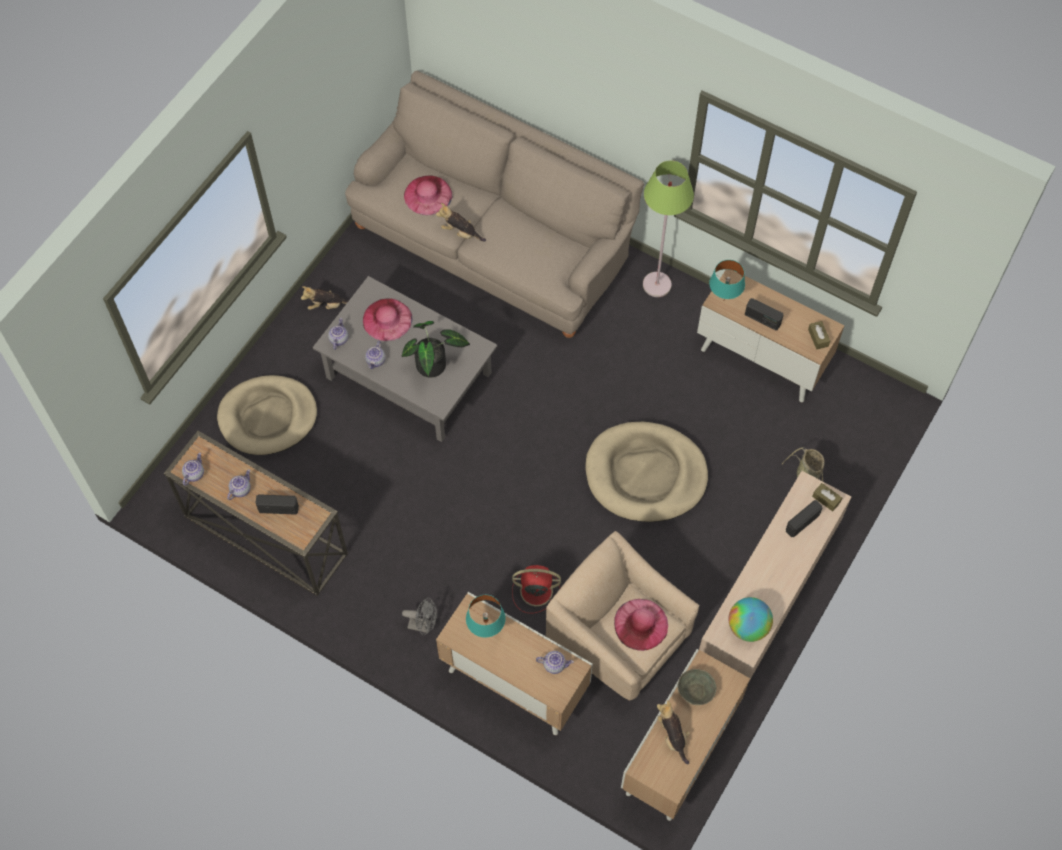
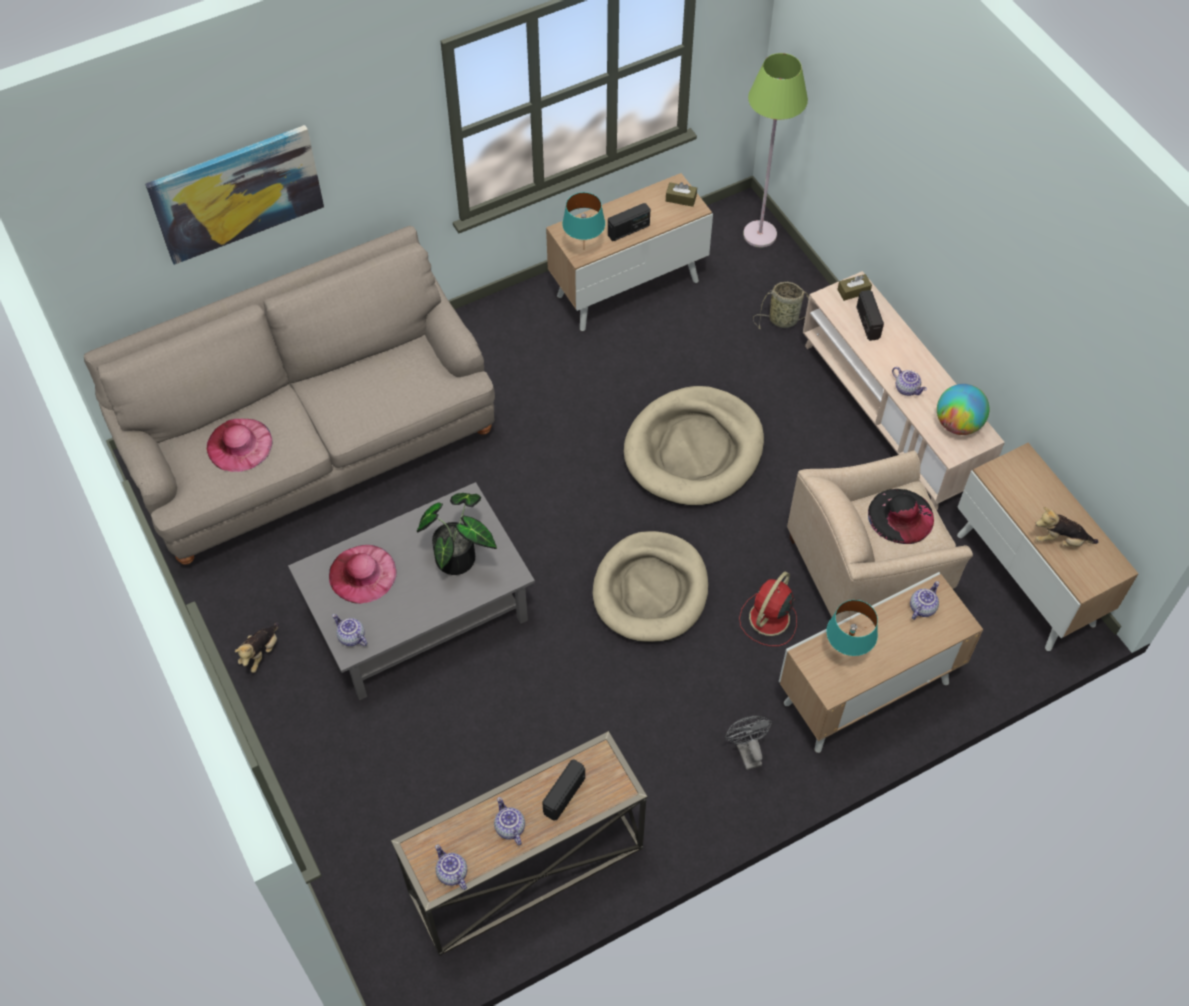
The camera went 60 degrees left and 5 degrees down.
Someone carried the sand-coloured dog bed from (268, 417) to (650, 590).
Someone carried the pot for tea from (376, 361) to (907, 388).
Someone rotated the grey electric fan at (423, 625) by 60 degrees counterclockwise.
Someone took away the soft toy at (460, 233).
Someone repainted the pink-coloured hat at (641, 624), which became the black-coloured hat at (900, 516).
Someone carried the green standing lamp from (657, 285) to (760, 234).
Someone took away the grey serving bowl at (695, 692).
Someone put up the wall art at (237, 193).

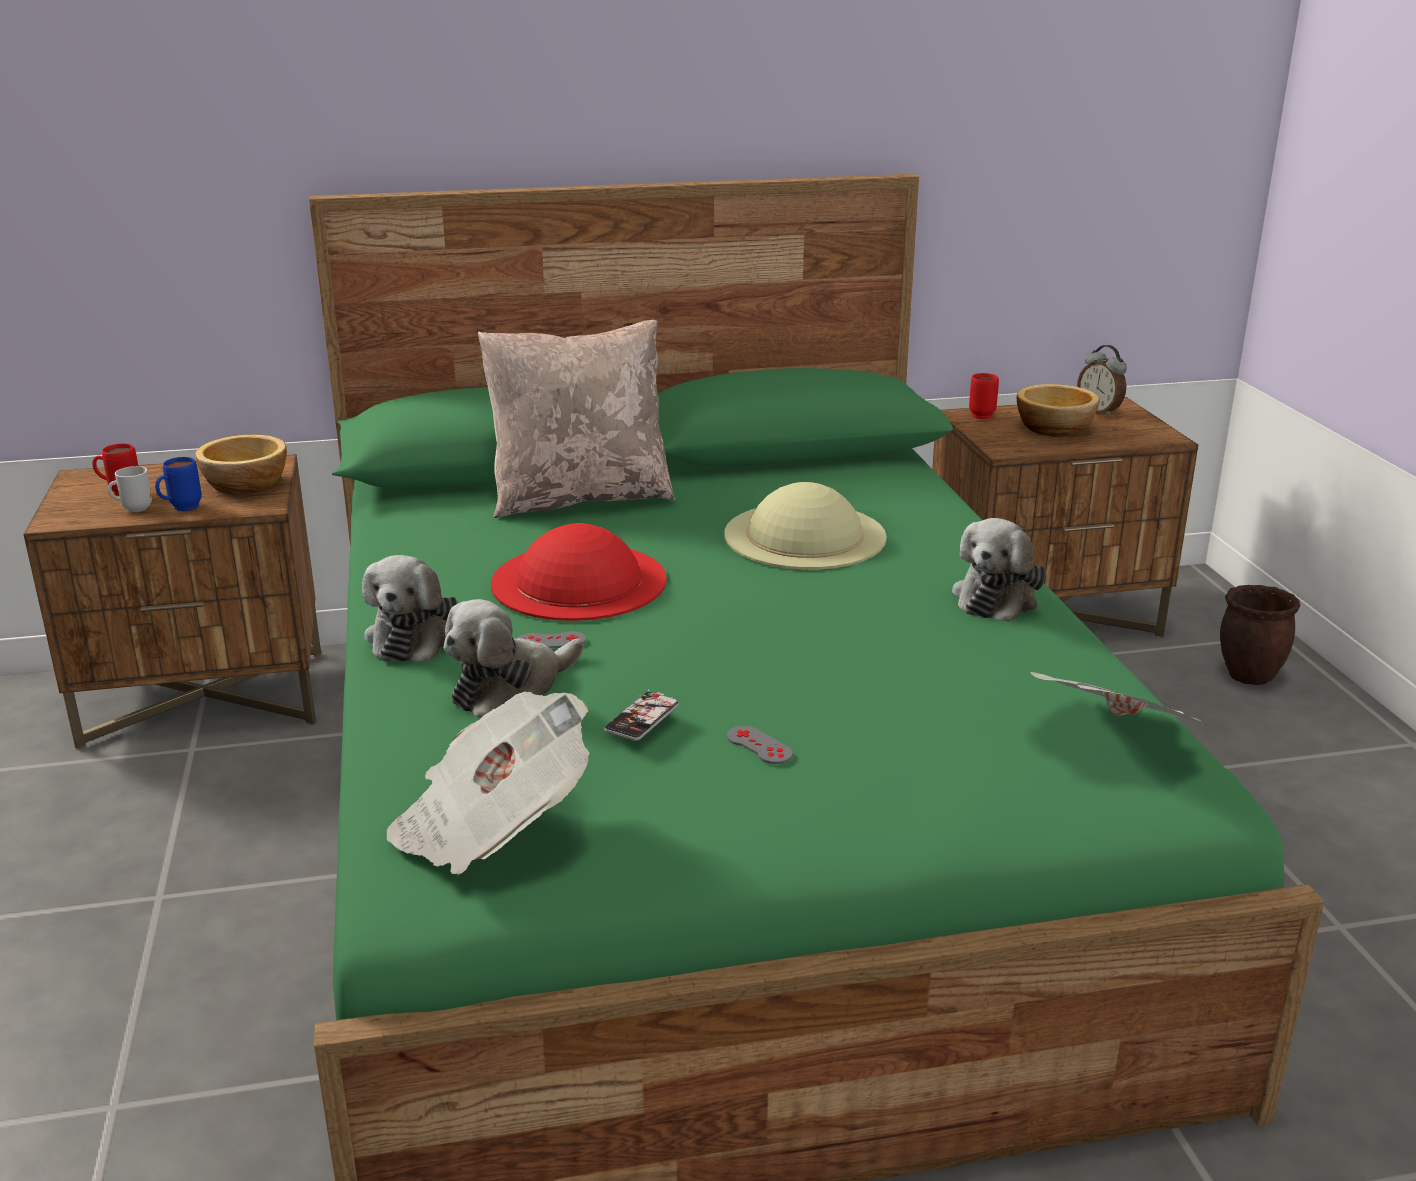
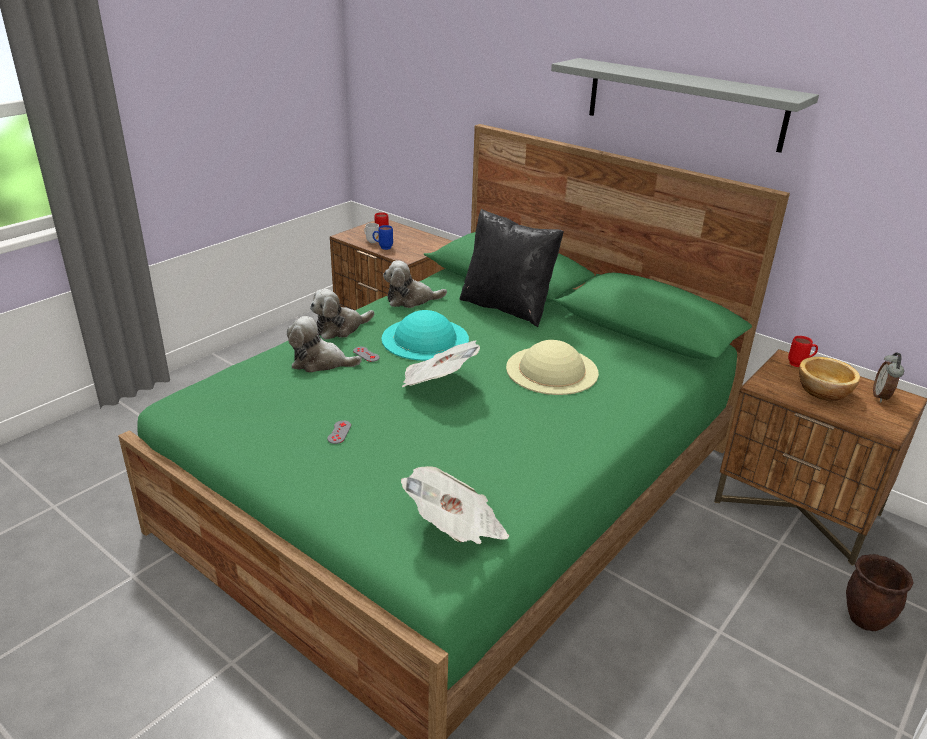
The camera went 50 degrees right and 5 degrees up.
Someone took away the serving bowl at (247, 485).
Someone carried the printed paper from (491, 825) to (438, 382).
Someone repainted the sand-coloured pillow at (580, 497), which became the black-coloured pillow at (507, 307).
Someone repainted the red-coloured hat at (578, 581), which became the turquoise hat at (425, 338).
Someone took away the telephone at (642, 718).
Someone carried the soft toy from (997, 597) to (411, 300).
Someone put up the grey shelf at (683, 103).

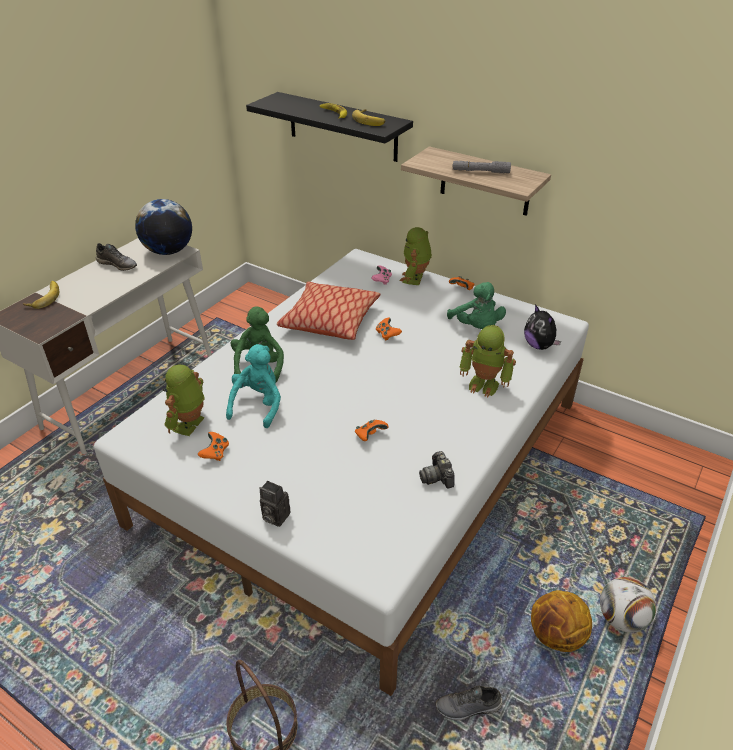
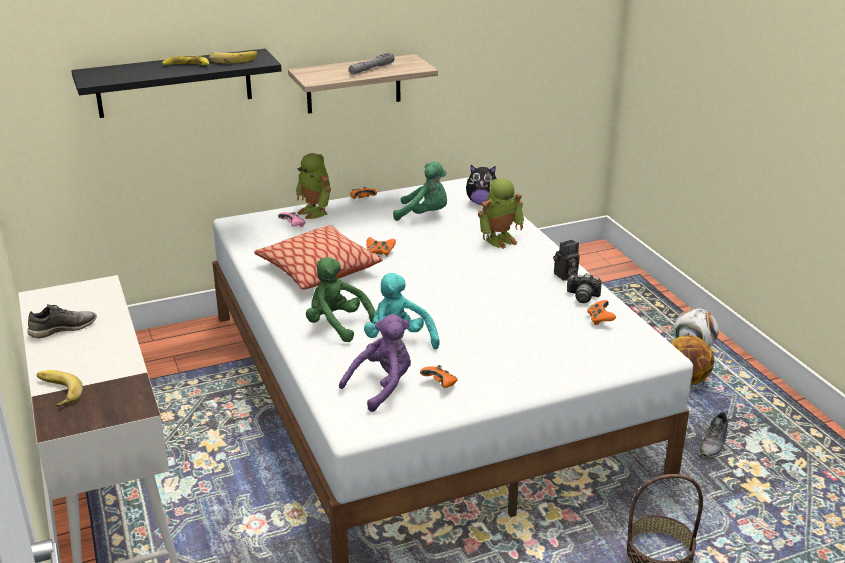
The camera went 55 degrees left and 10 degrees down.
Someone took away the world globe at (168, 251).
Someone swapped the robot figure at (190, 425) for the purple soft toy at (382, 387).
Someone carried the photo camera from (274, 517) to (565, 276).
Someone carried the orangey game controller from (370, 435) to (600, 319).

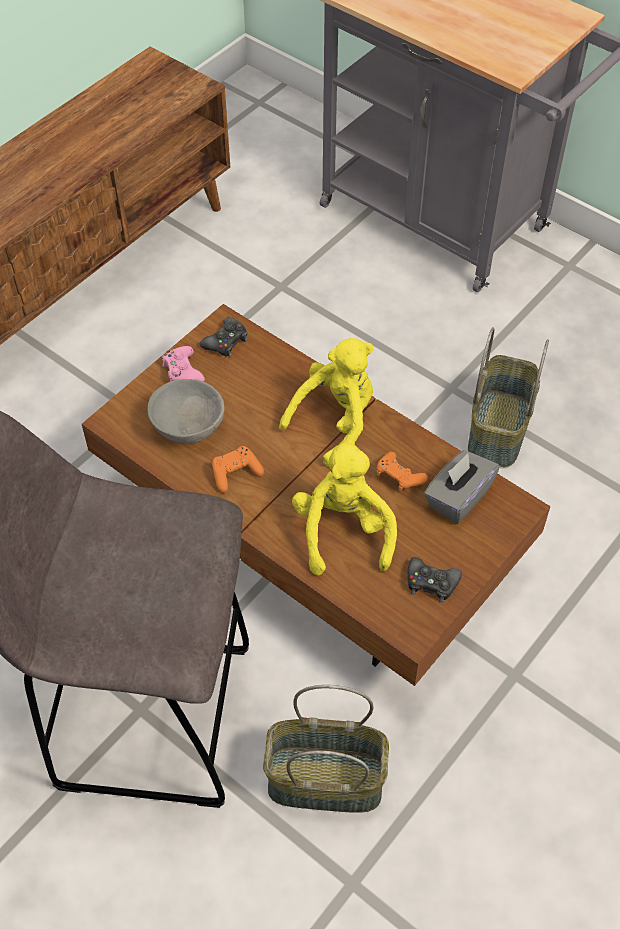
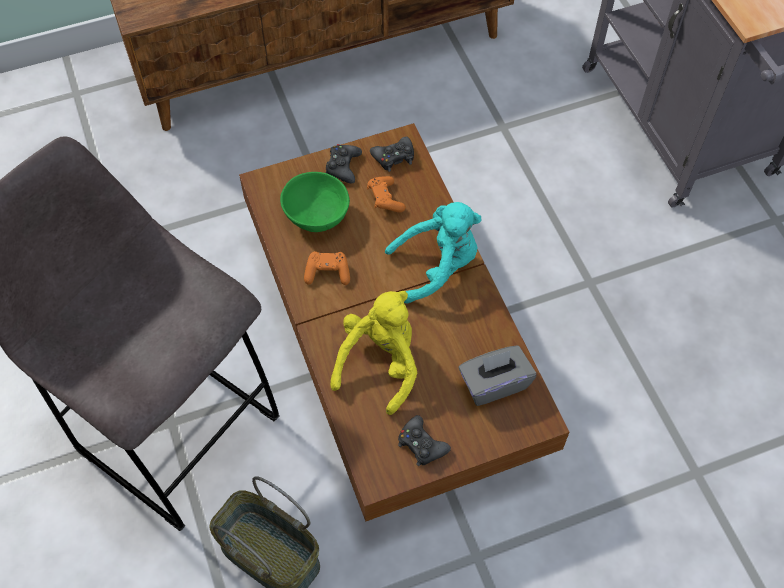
The camera went 30 degrees right and 5 degrees up.
Someone repainted the grey serving bowl at (188, 427), which became the green serving bowl at (317, 215).
Someone repainted the pink-coloured game controller at (182, 371), which became the black-coloured game controller at (343, 167).
Someone repainted the yellowish soft toy at (335, 420), which became the turquoise soft toy at (437, 266).
Someone carried the orangey game controller from (398, 478) to (385, 199).
Someone took away the household basket at (499, 430).

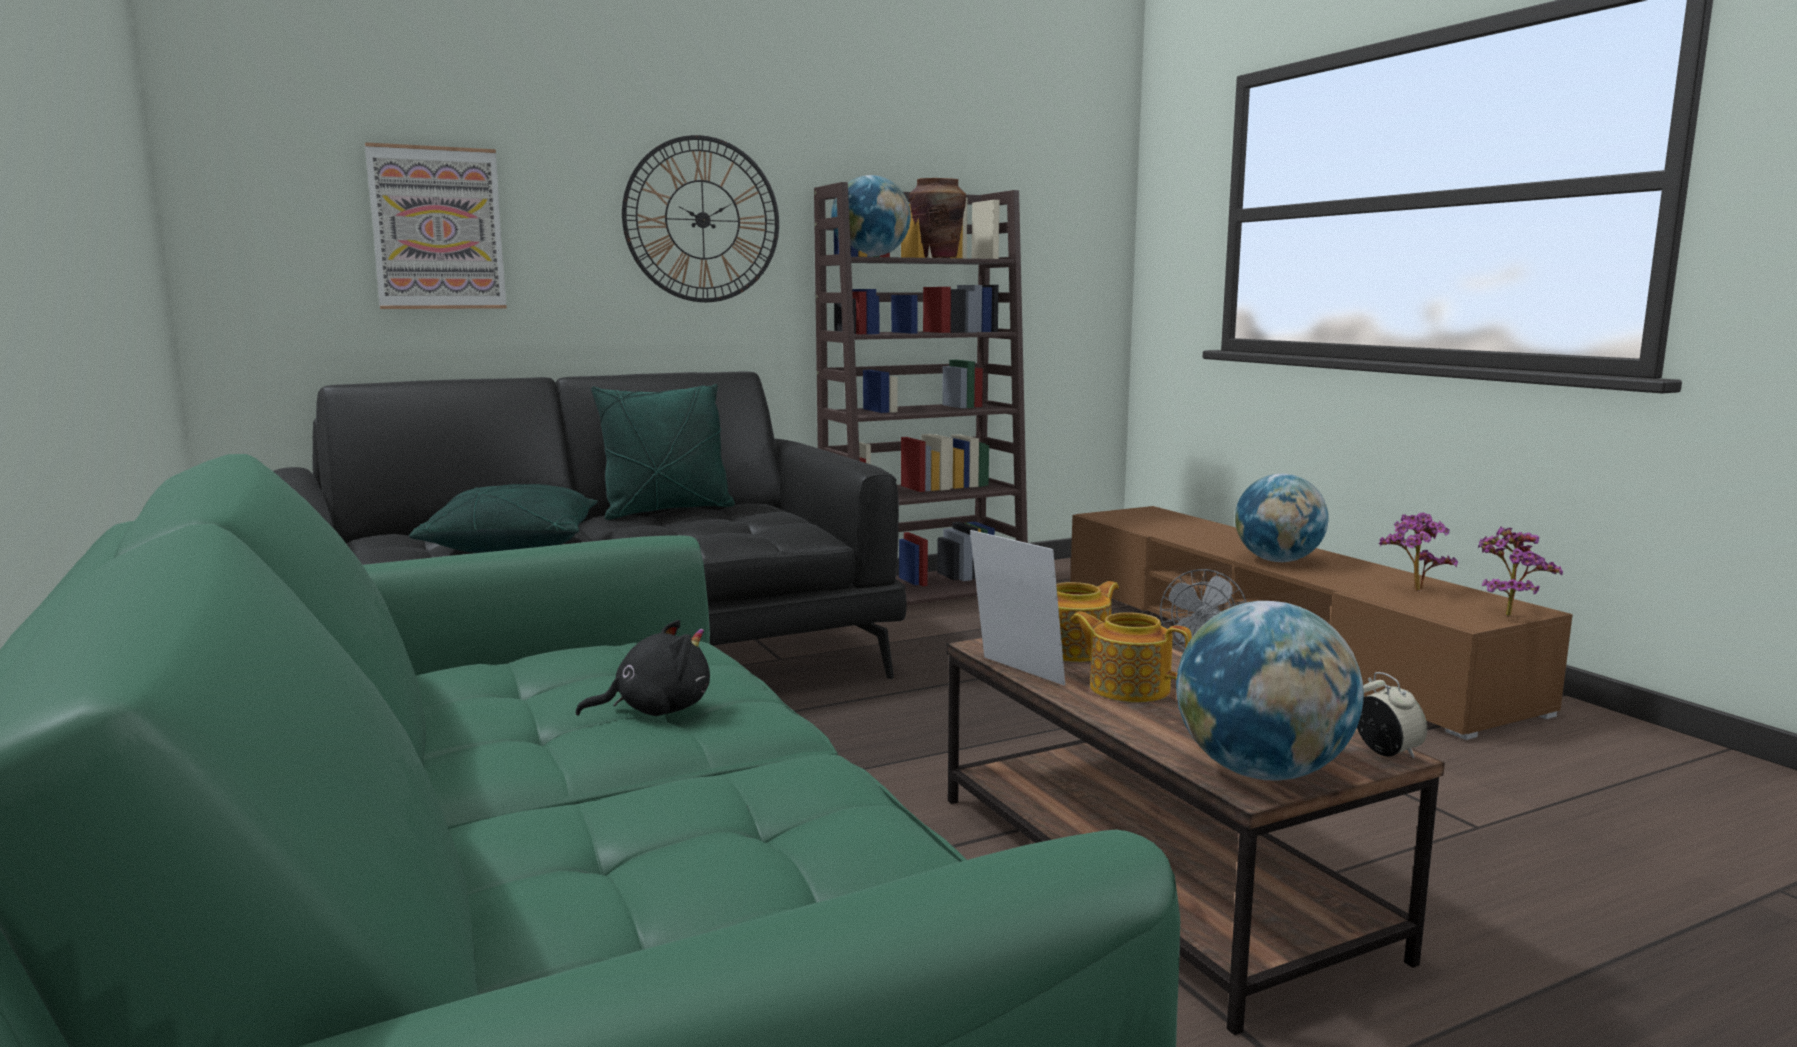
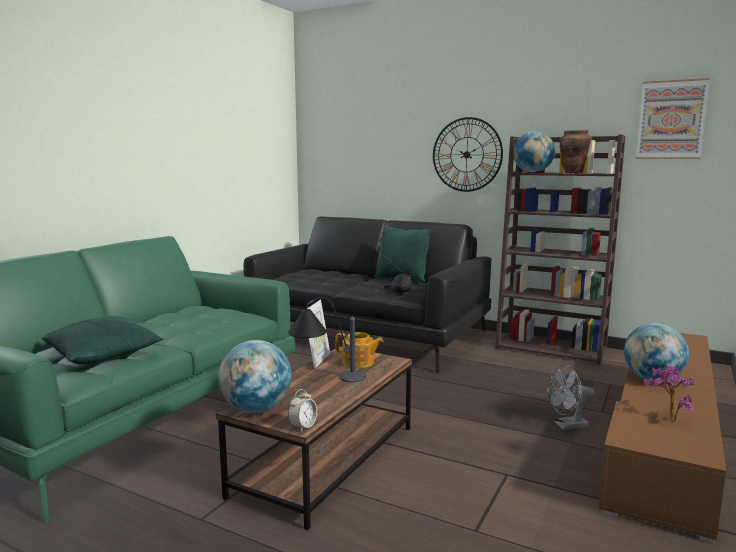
The camera went 55 degrees right and 0 degrees up.
Someone carried the wall art from (437, 228) to (671, 120).
Someone carried the green pillow from (512, 546) to (104, 355).
Someone carried the black-coloured soft toy from (655, 710) to (400, 292).
Someone swapped the pot for tea at (1128, 688) for the tabletop lamp at (324, 377).
Someone took away the potted plant at (1506, 614).

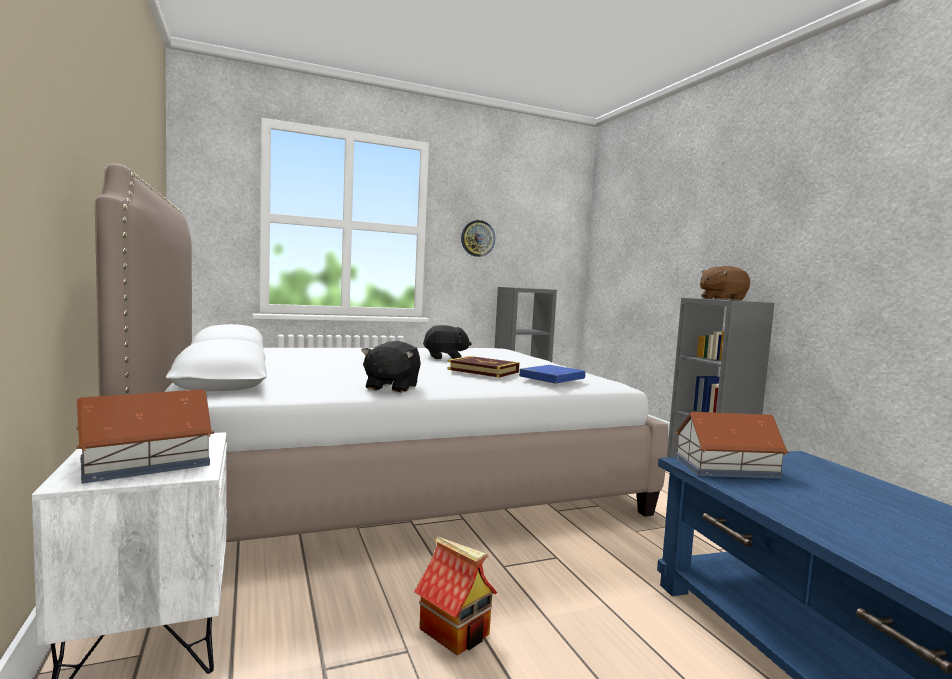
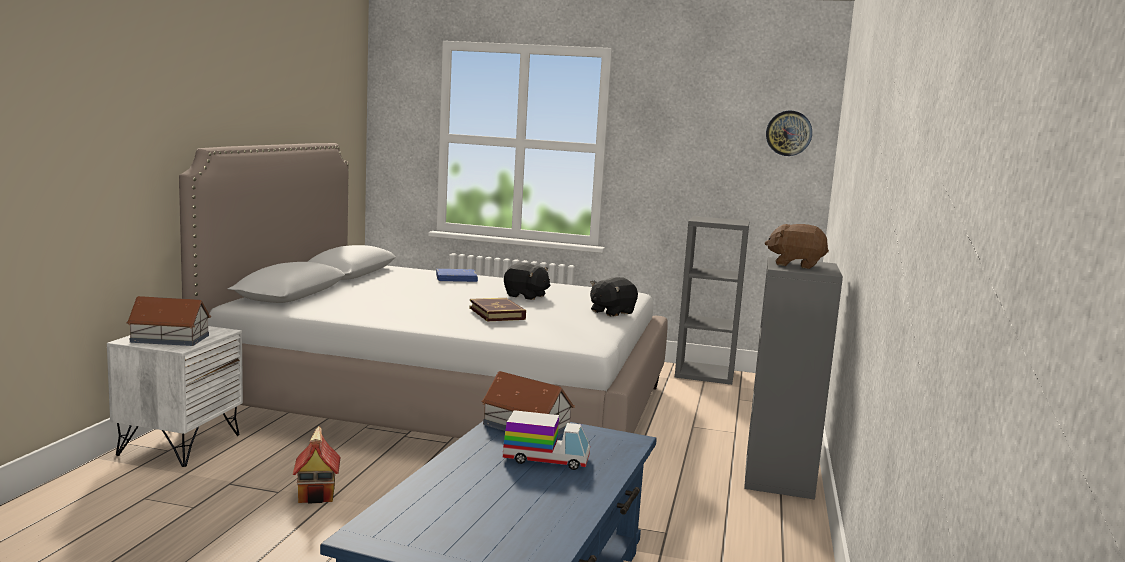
The camera went 35 degrees right and 5 degrees up.
Someone carried the black-coloured soft toy from (391, 387) to (611, 312).
Someone carried the wall clock from (477, 238) to (788, 133).
Someone carried the blue volume from (552, 378) to (456, 279).
Someone put down the toy lorry at (546, 459).

